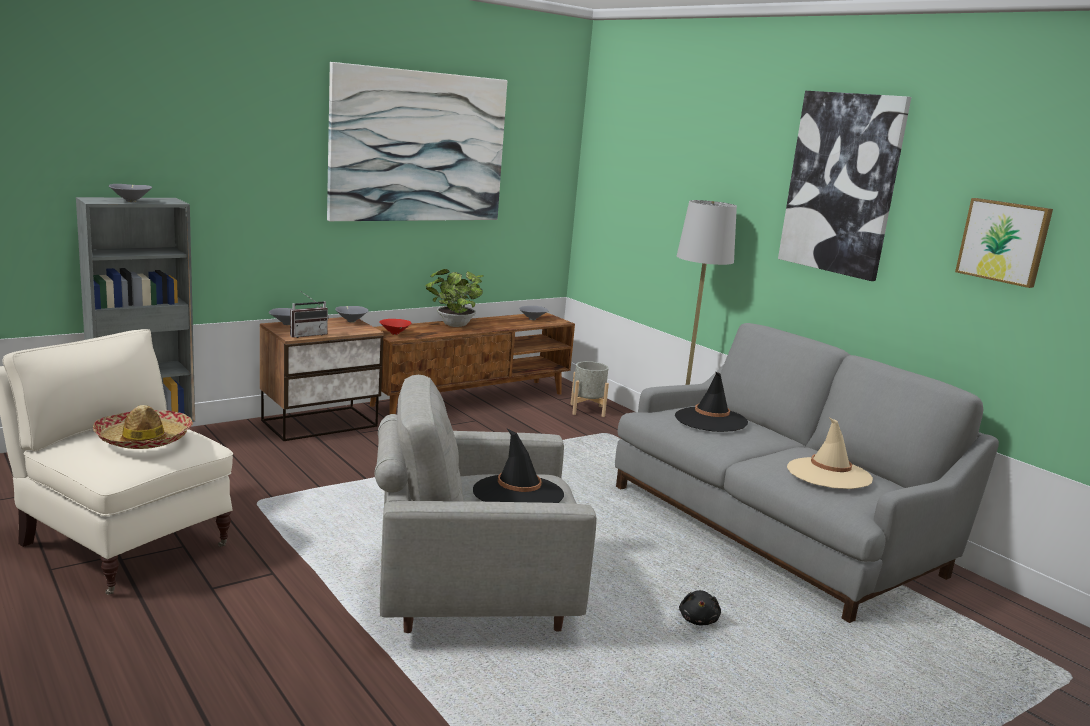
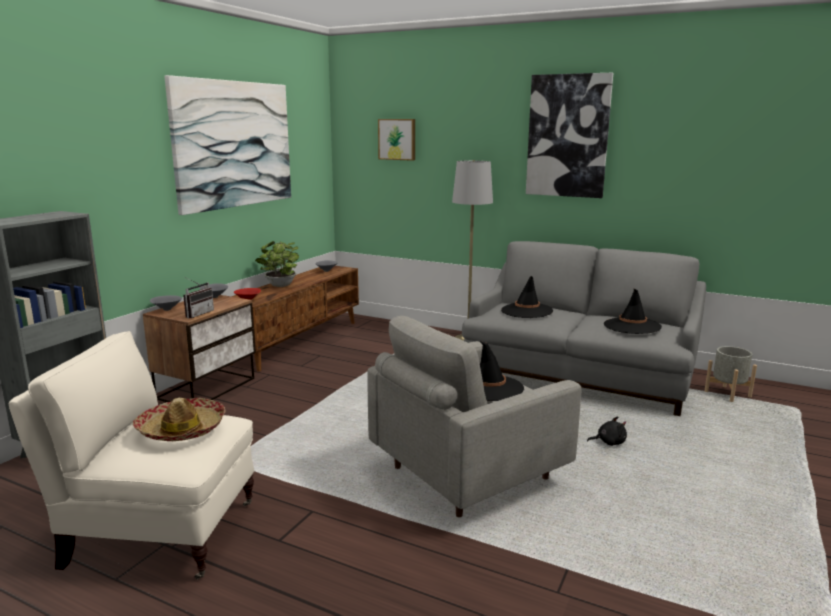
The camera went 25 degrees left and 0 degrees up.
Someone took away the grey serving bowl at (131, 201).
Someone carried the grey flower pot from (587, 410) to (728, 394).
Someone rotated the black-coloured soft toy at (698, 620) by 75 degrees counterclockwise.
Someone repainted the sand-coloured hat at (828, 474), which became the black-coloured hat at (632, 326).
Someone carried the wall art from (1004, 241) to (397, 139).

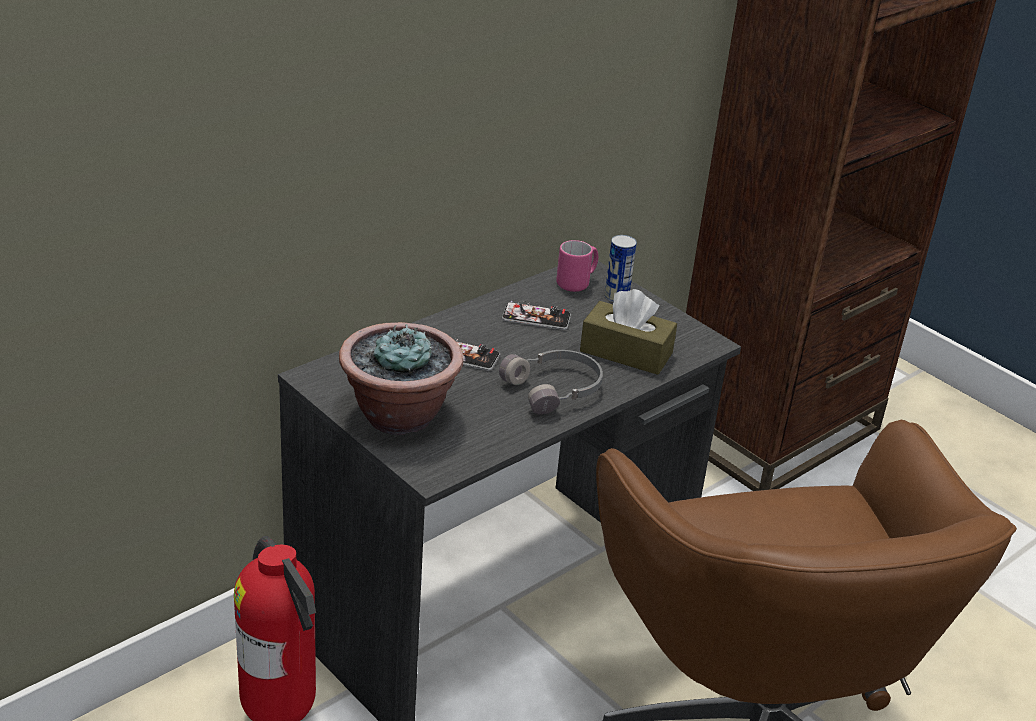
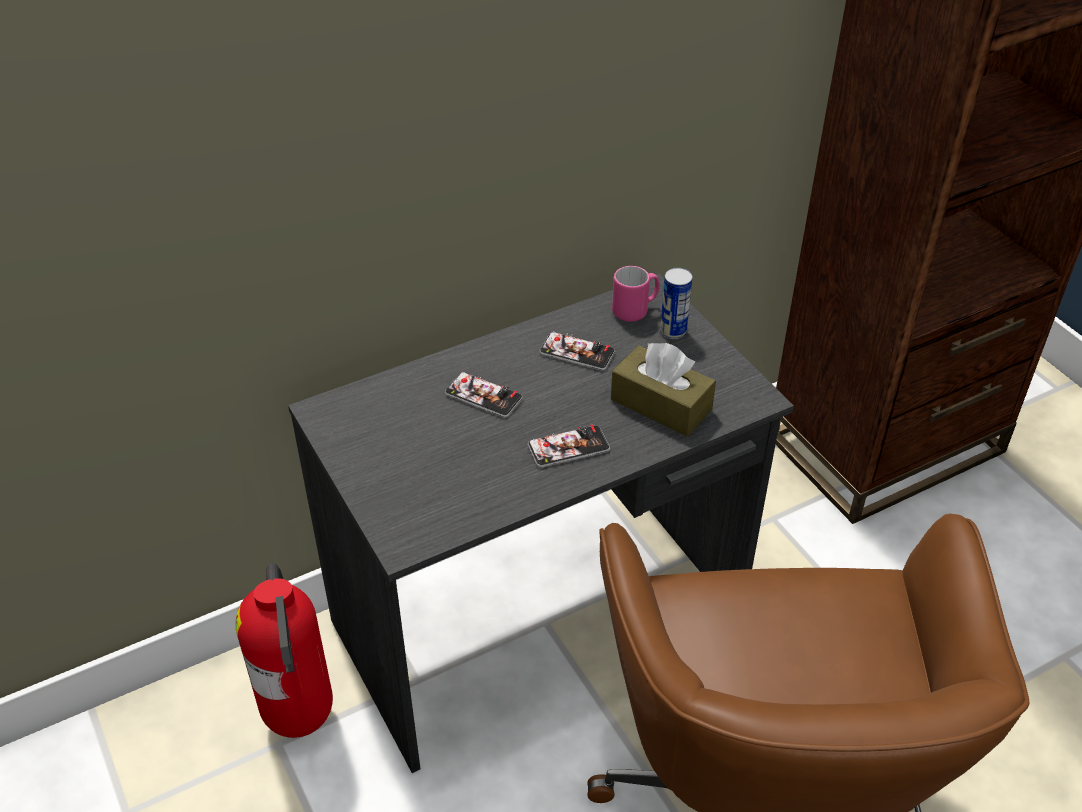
The camera went 15 degrees right and 10 degrees up.
Someone took away the potted plant at (399, 415).
Someone swapped the grey headphones at (555, 389) for the telephone at (568, 447).

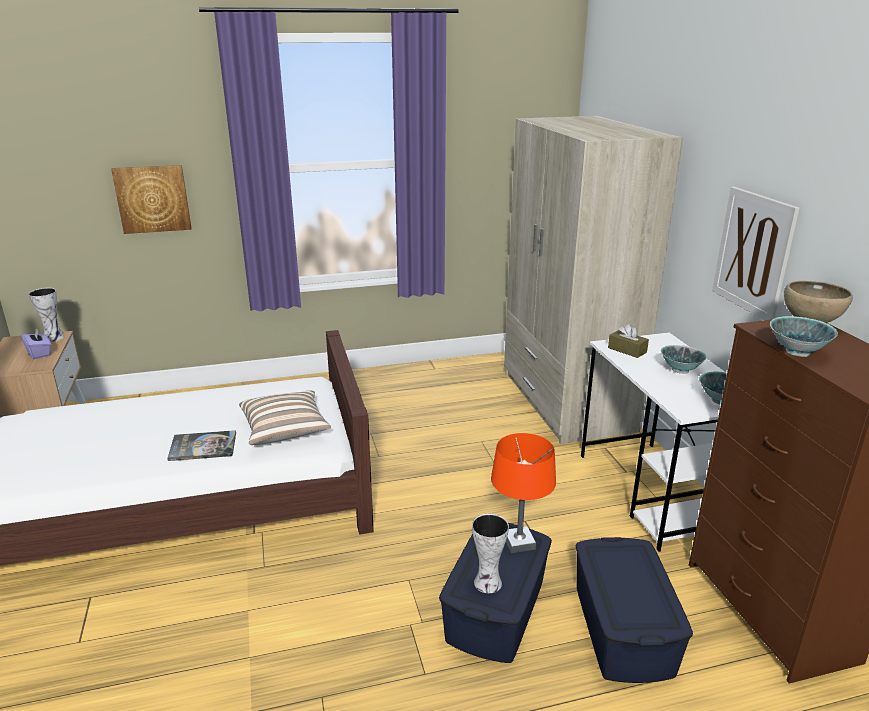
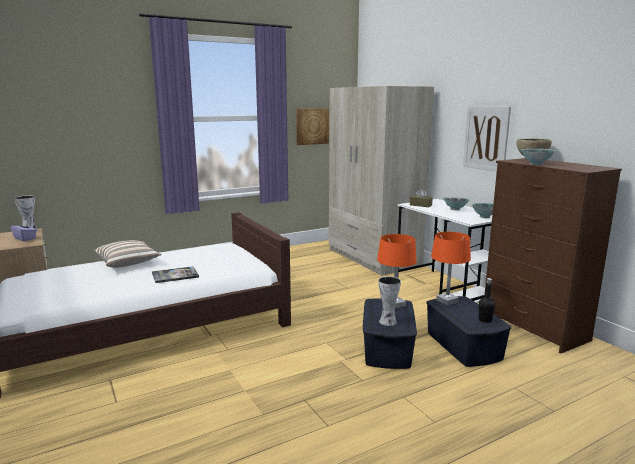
The camera went 15 degrees left and 10 degrees down.
Someone carried the wall art from (153, 198) to (312, 126).
Someone carried the pillow from (285, 430) to (128, 263).
Someone put down the orangey tabletop lamp at (447, 301).
Someone put down the black-coloured bottle at (485, 320).

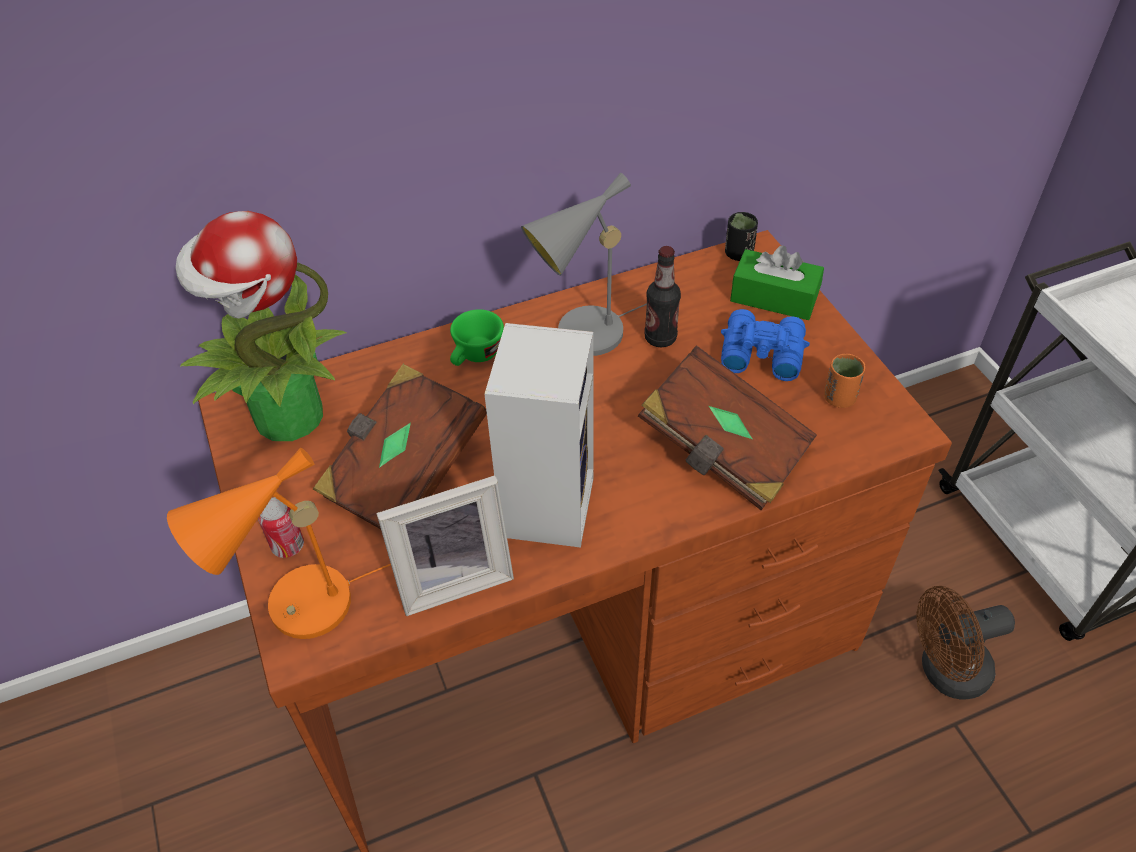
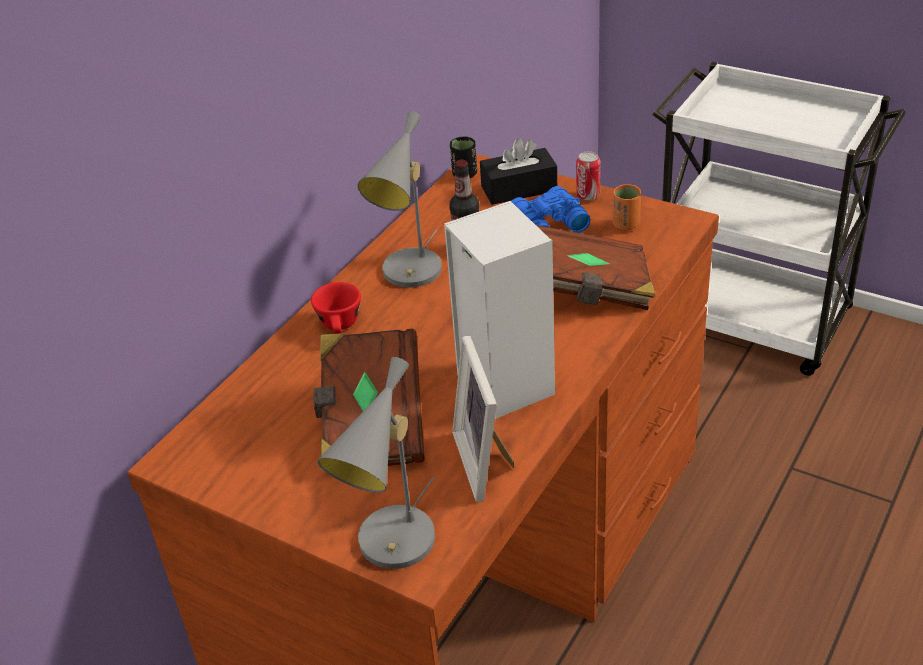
The camera went 35 degrees left and 10 degrees down.
Someone repainted the orangey tabletop lamp at (298, 611), which became the grey tabletop lamp at (393, 549).
Someone took away the potted plant at (286, 417).
Someone carried the can from (288, 546) to (588, 195).
Someone rotated the photo frame at (453, 577) by 135 degrees clockwise.
Someone repainted the green small cup at (475, 356), which became the red-coloured small cup at (340, 326).
Someone repainted the green box of tissues at (774, 297), which became the black-coloured box of tissues at (519, 188).
Someone took away the brown-coloured electric fan at (945, 672).

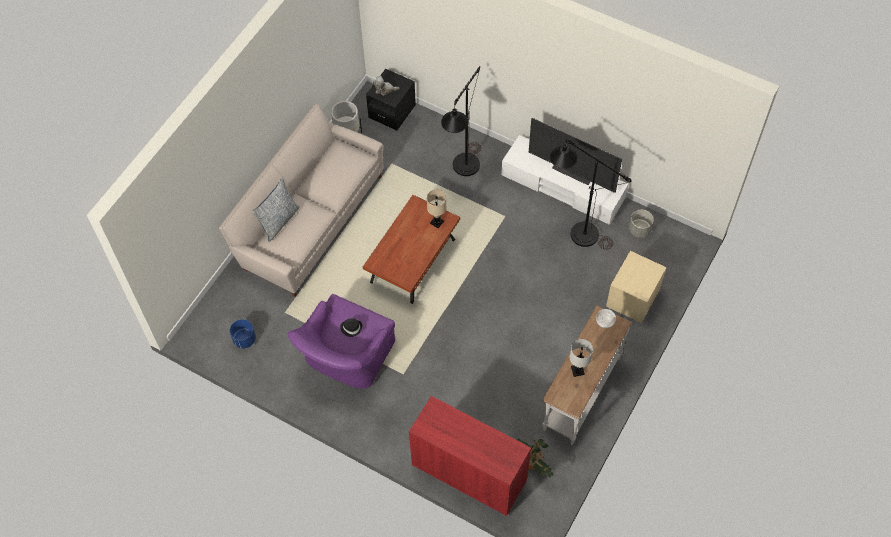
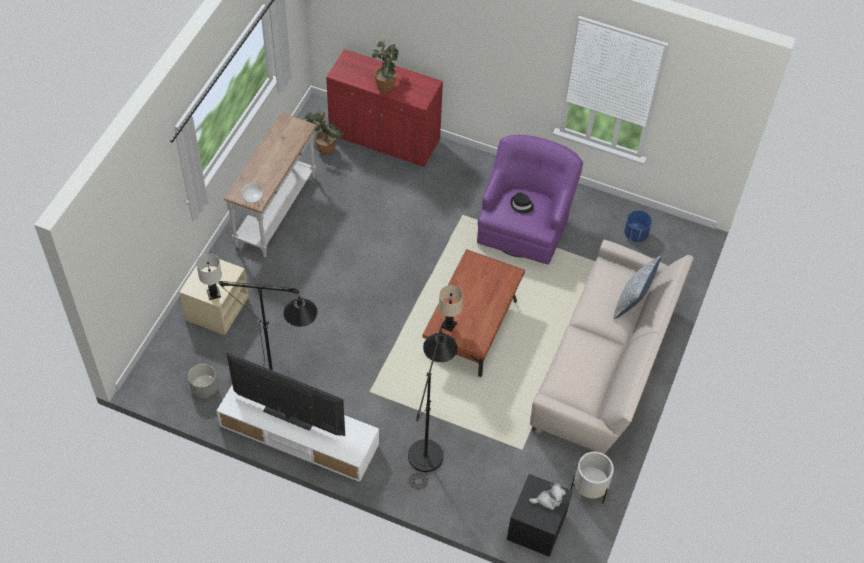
The camera went 170 degrees right and 5 degrees down.
Someone carried the white-coloured tabletop lamp from (577, 370) to (214, 294).
Someone put down the potted plant at (387, 84).

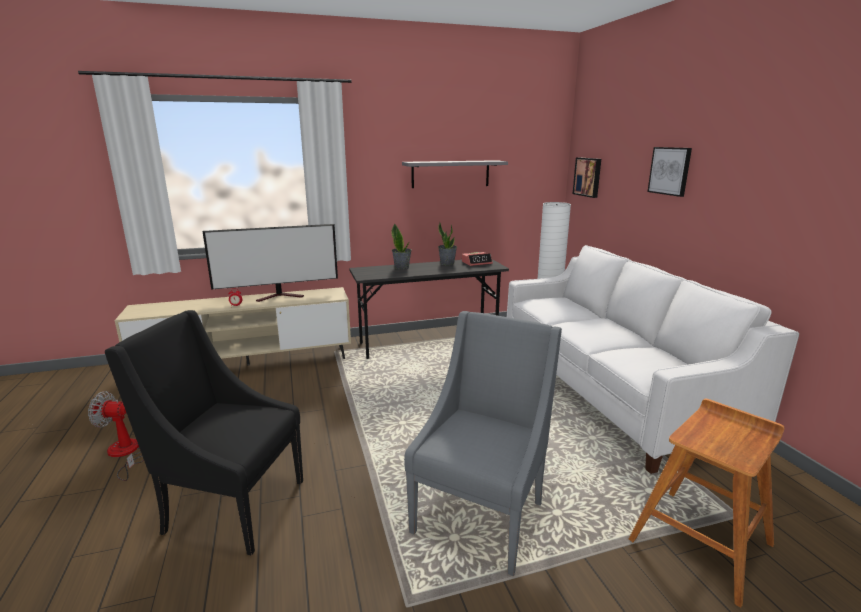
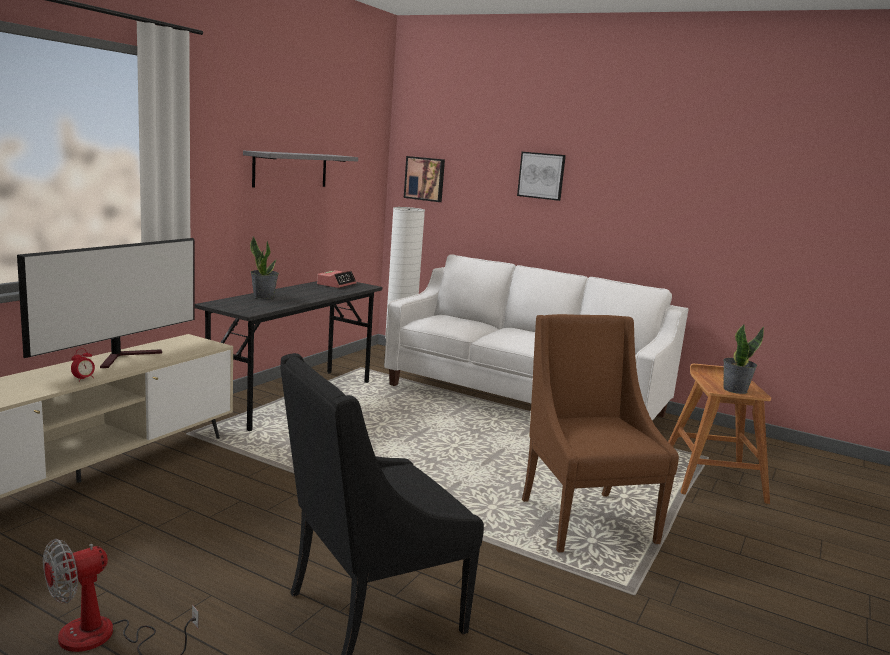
The camera went 45 degrees left and 5 degrees down.
Someone repainted the grey lounge chair at (481, 515), which became the brown-coloured lounge chair at (583, 519).
Someone carried the potted plant from (447, 263) to (734, 389).

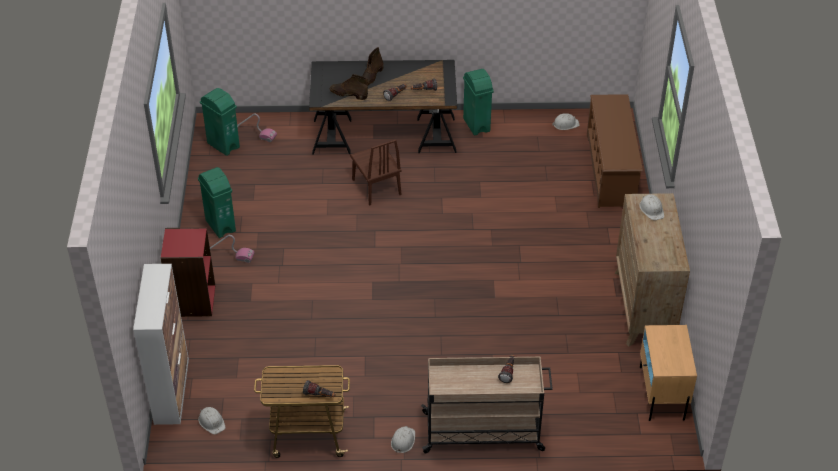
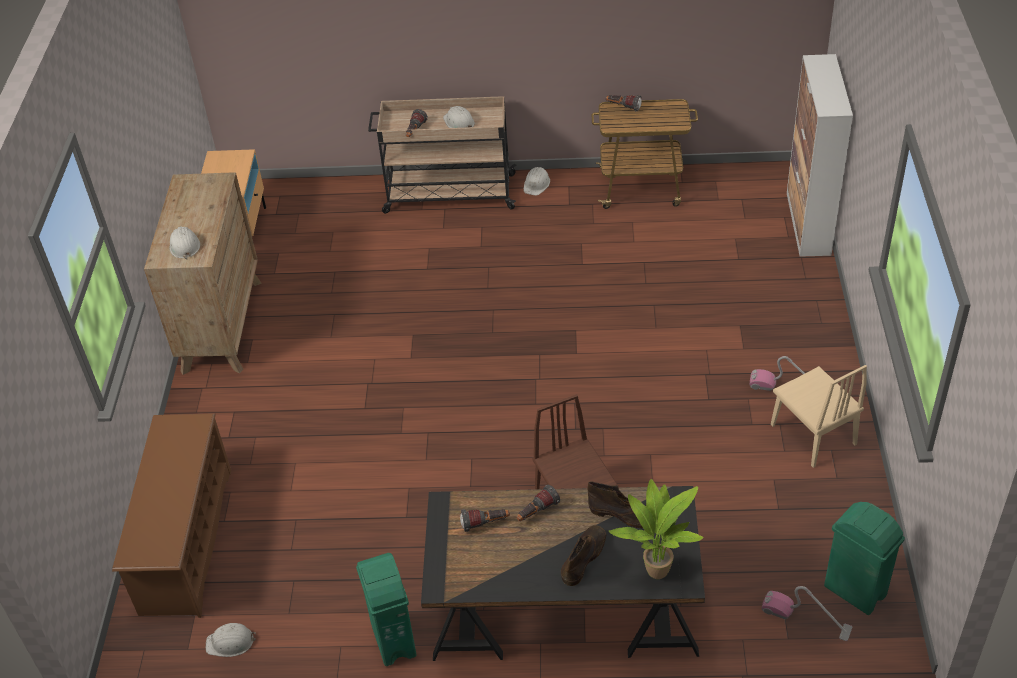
The camera went 175 degrees left and 0 degrees up.
Someone took away the red-coloured shelving unit at (192, 301).
Someone swapped the green waste bin at (220, 225) for the sand-coloured plain chair at (813, 434).
Someone carried the white-coloured safety helmet from (212, 422) to (459, 122).
Someone put down the potted plant at (656, 569).

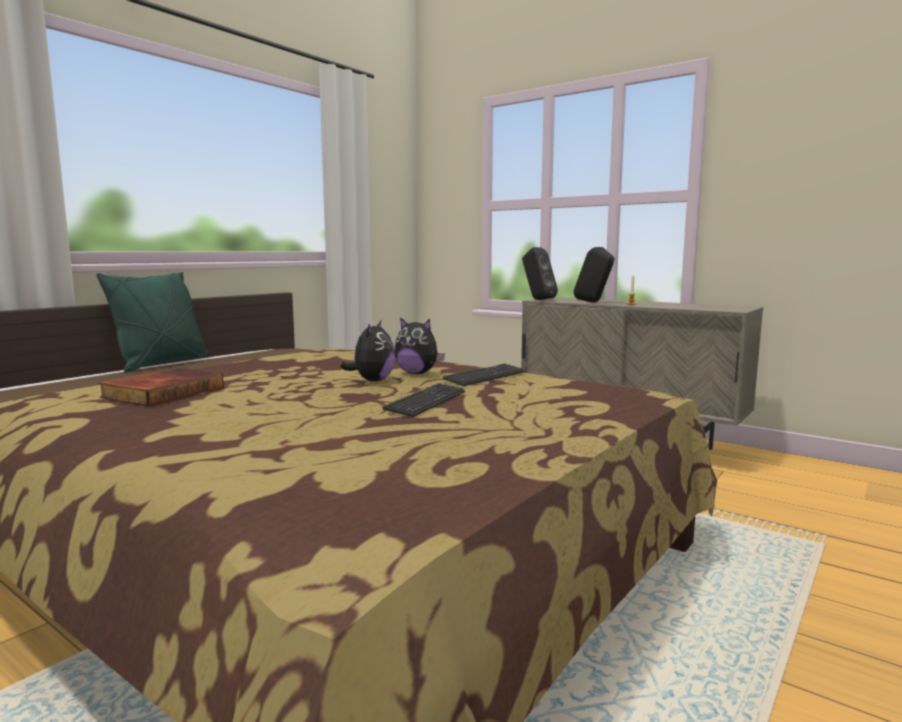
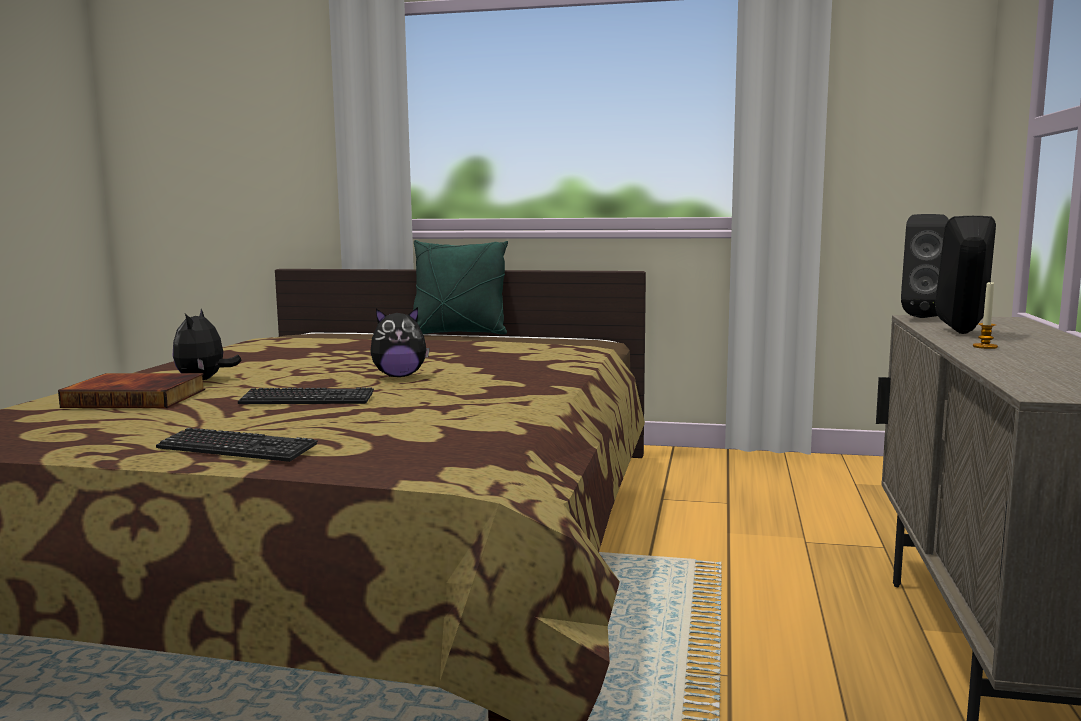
The camera went 65 degrees right and 0 degrees up.
Someone carried the volume from (163, 392) to (137, 398).
Someone carried the soft toy from (417, 373) to (204, 380).
Someone carried the keyboard from (485, 377) to (236, 448).

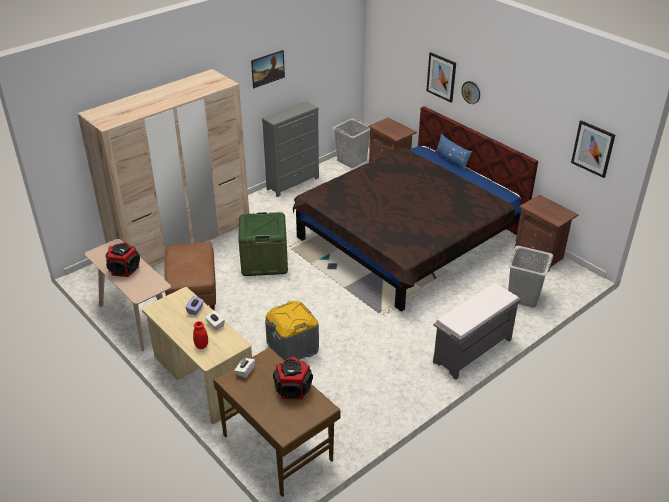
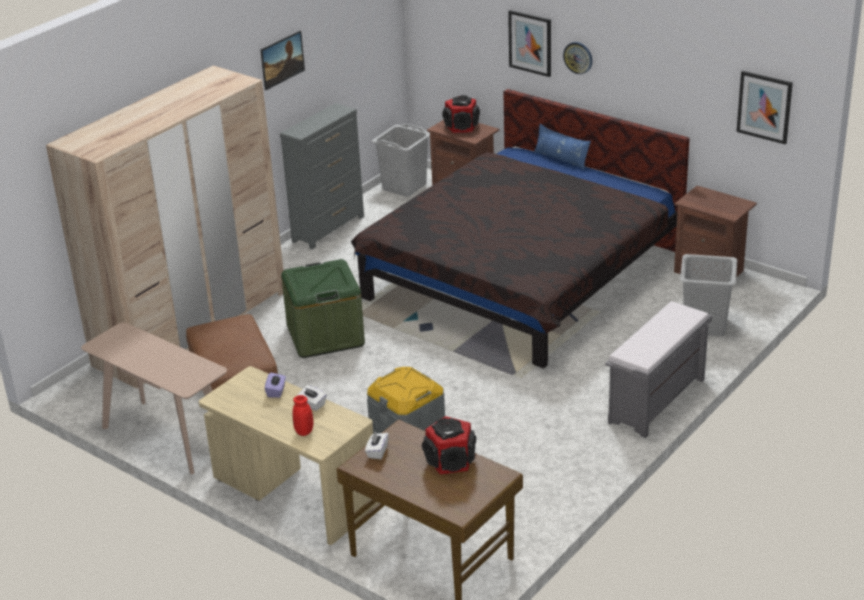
The camera went 10 degrees left and 5 degrees down.
Someone carried the speaker from (124, 269) to (461, 127).

